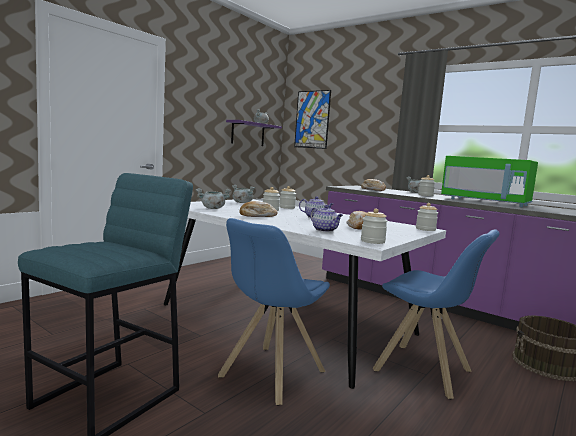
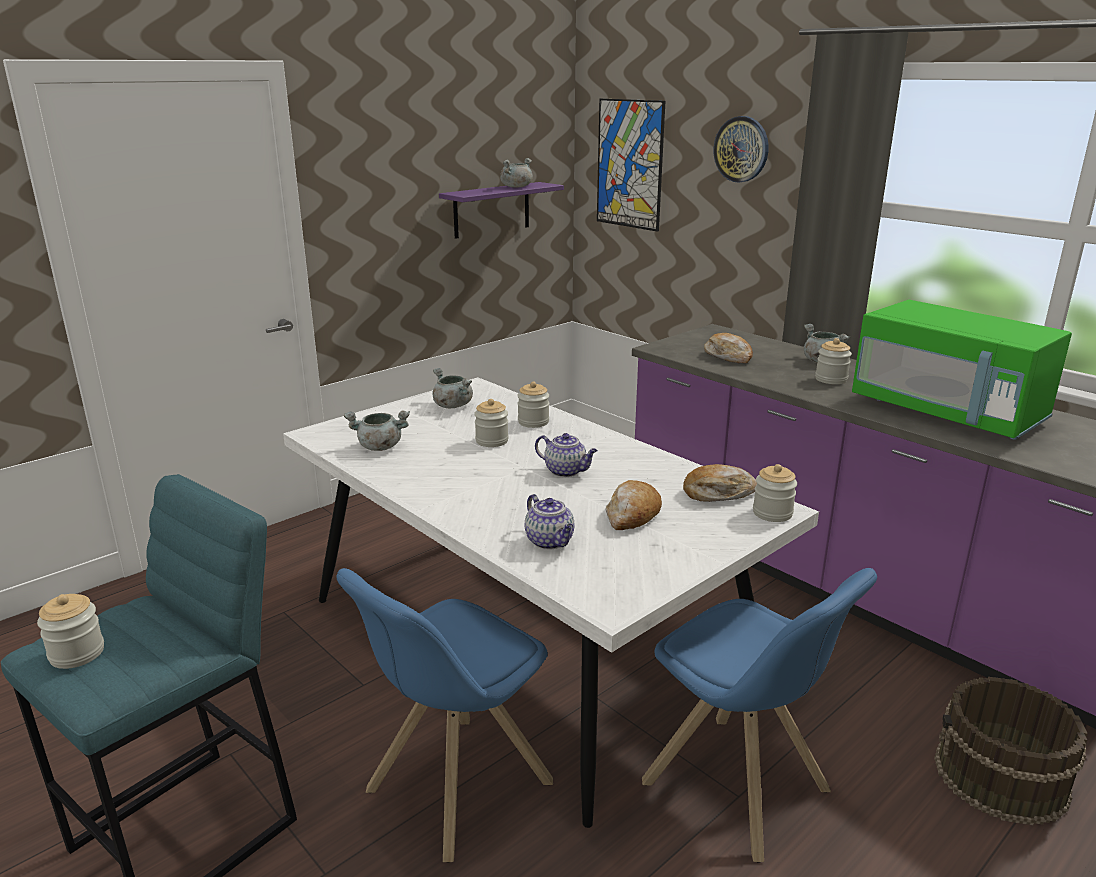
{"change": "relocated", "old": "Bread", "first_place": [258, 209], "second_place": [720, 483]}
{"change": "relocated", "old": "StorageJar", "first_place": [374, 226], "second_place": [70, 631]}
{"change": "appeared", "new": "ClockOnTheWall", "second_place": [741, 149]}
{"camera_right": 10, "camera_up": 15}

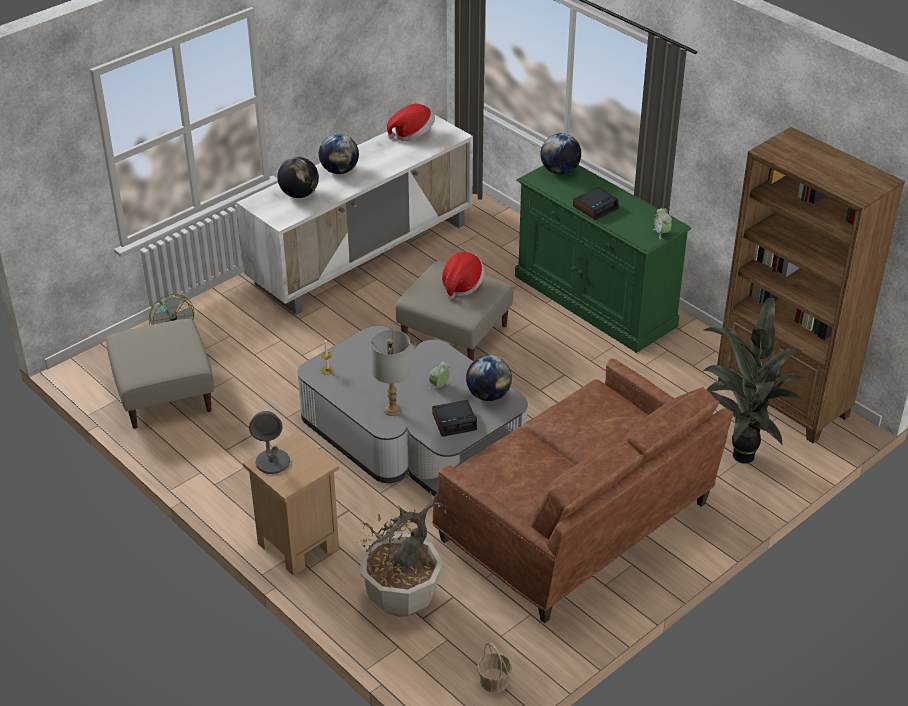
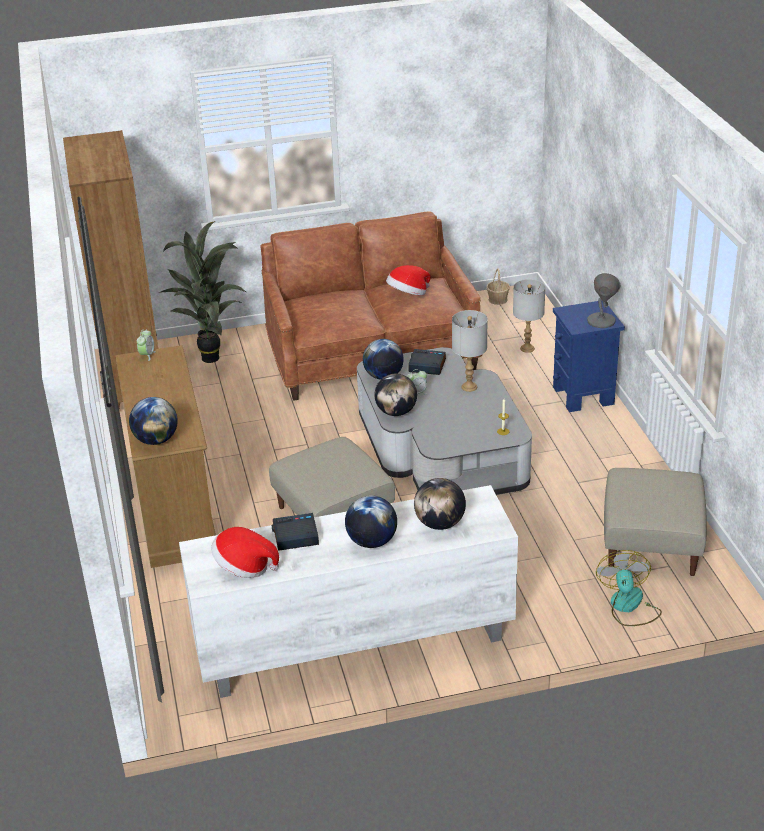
{"change": "colour", "old": "BeigeColouredBedsideTable", "new": "BlueBedsideTable", "first_place": [291, 504], "second_place": [589, 356]}
{"change": "exchanged", "old": "Houseplant", "new": "GrayTableLamp", "first_place": [403, 554], "second_place": [529, 316]}
{"change": "relocated", "old": "ClothingHat", "first_place": [463, 275], "second_place": [408, 280]}
{"change": "colour", "old": "GreenishCabinet", "new": "BrownColouredCabinet", "first_place": [603, 259], "second_place": [166, 456]}
{"change": "relocated", "old": "TableClock", "first_place": [596, 203], "second_place": [295, 532]}
{"change": "appeared", "new": "Globe", "second_place": [396, 395]}
{"camera_right": -150, "camera_up": -5}

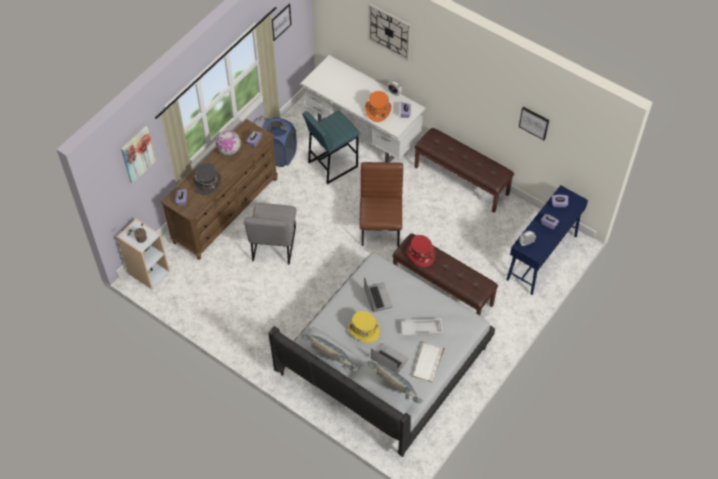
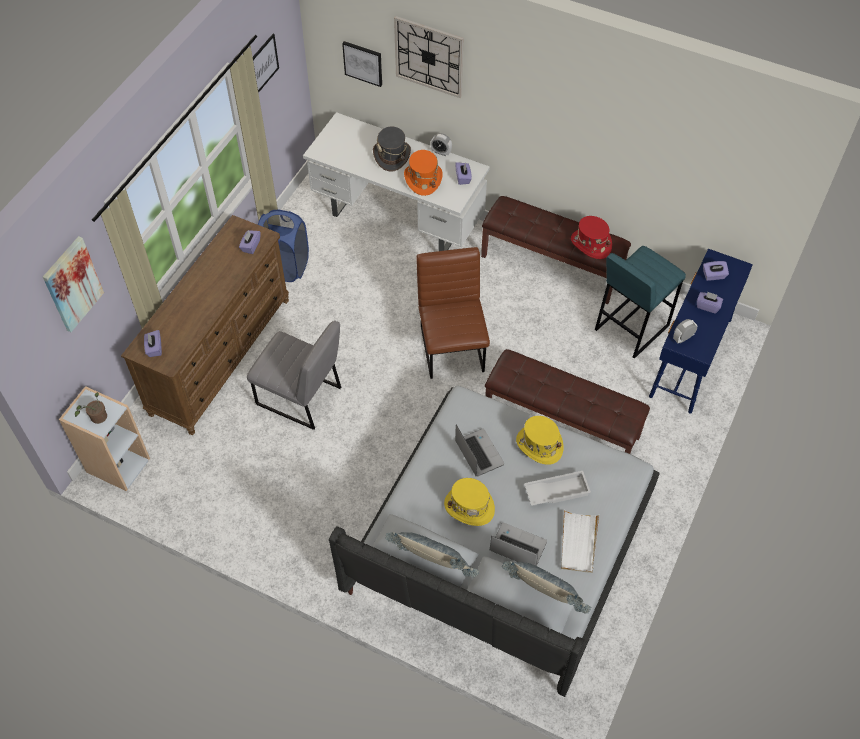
{"change": "relocated", "old": "GrayClothingHat", "first_place": [207, 179], "second_place": [392, 149]}
{"change": "missing", "old": "Globe", "first_place": [228, 142]}
{"change": "spun", "old": "GrayChair", "first_place": [270, 234], "second_place": [294, 375], "degrees": -60}
{"change": "relocated", "old": "TurquoiseStoolSeat", "first_place": [330, 147], "second_place": [640, 302]}
{"change": "relocated", "old": "ReddishClothingHat", "first_place": [420, 251], "second_place": [591, 237]}
{"change": "relocated", "old": "WallArt", "first_place": [534, 123], "second_place": [362, 64]}
{"change": "appeared", "new": "YellowColouredClothingHat", "second_place": [540, 440]}
{"camera_right": -10, "camera_up": 0}

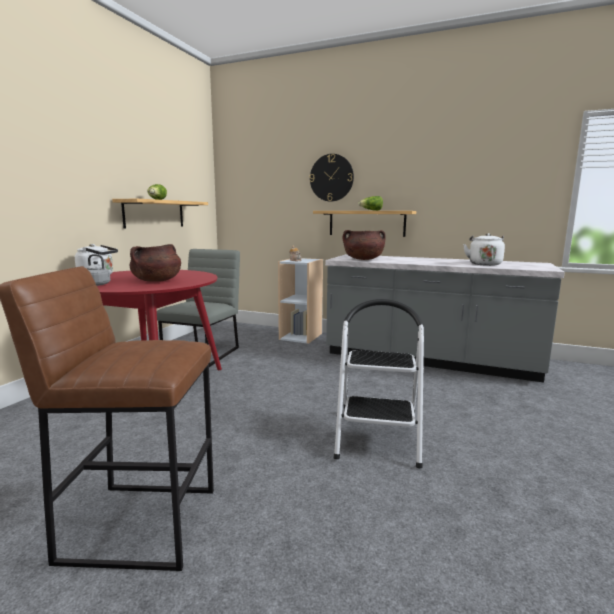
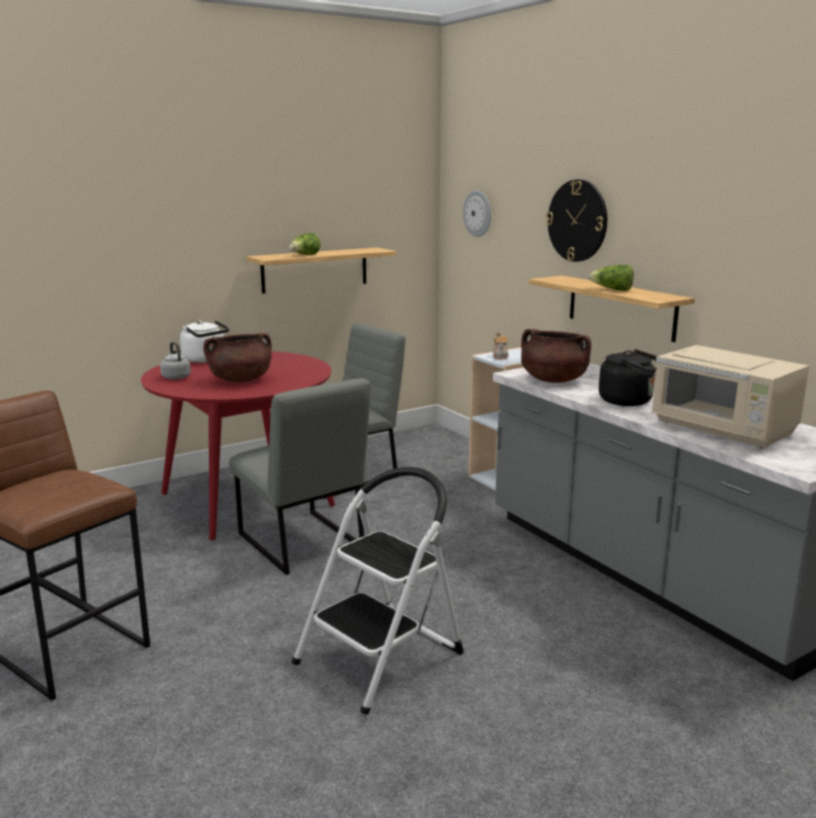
{"change": "exchanged", "old": "WhiteColouredTeaKettle", "new": "BeigeColouredMicrowaveOven", "first_place": [484, 249], "second_place": [730, 397]}
{"change": "appeared", "new": "GrayChair", "second_place": [300, 476]}
{"change": "appeared", "new": "ClockOnTheWall", "second_place": [477, 213]}
{"change": "appeared", "new": "BlackishTeaKettle", "second_place": [628, 377]}
{"camera_right": 35, "camera_up": 5}

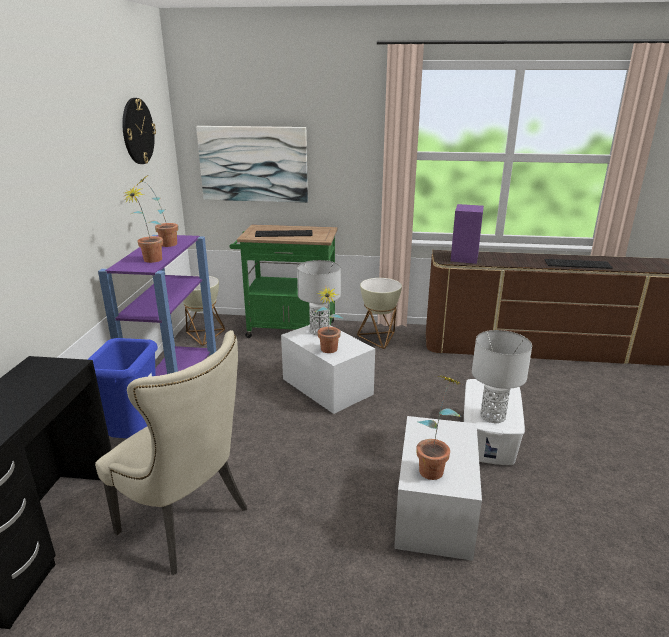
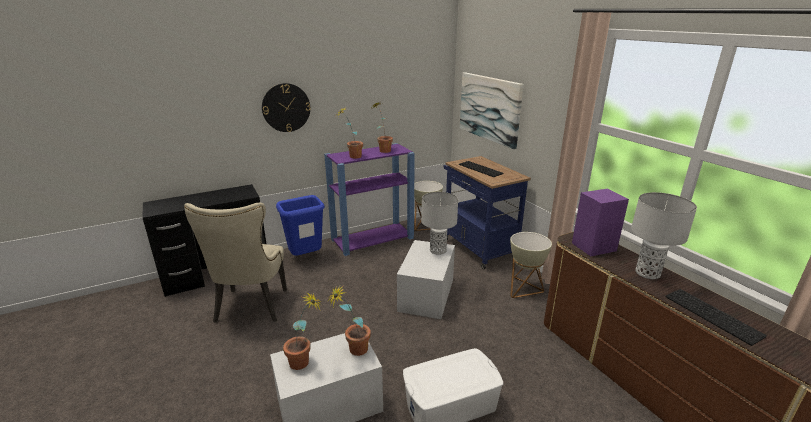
{"change": "relocated", "old": "ClockOnTheWall", "first_place": [139, 131], "second_place": [286, 107]}
{"change": "colour", "old": "GreenishTrolley", "new": "BlueTrolley", "first_place": [283, 281], "second_place": [487, 212]}
{"change": "relocated", "old": "Houseplant", "first_place": [329, 319], "second_place": [349, 320]}
{"change": "relocated", "old": "WhiteColouredTableLamp", "first_place": [502, 376], "second_place": [664, 235]}
{"camera_right": 55, "camera_up": 0}

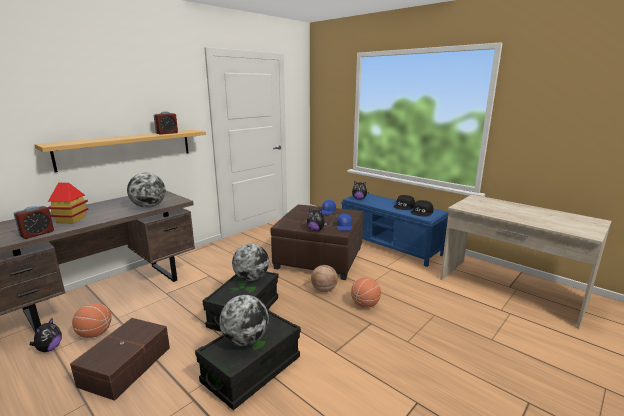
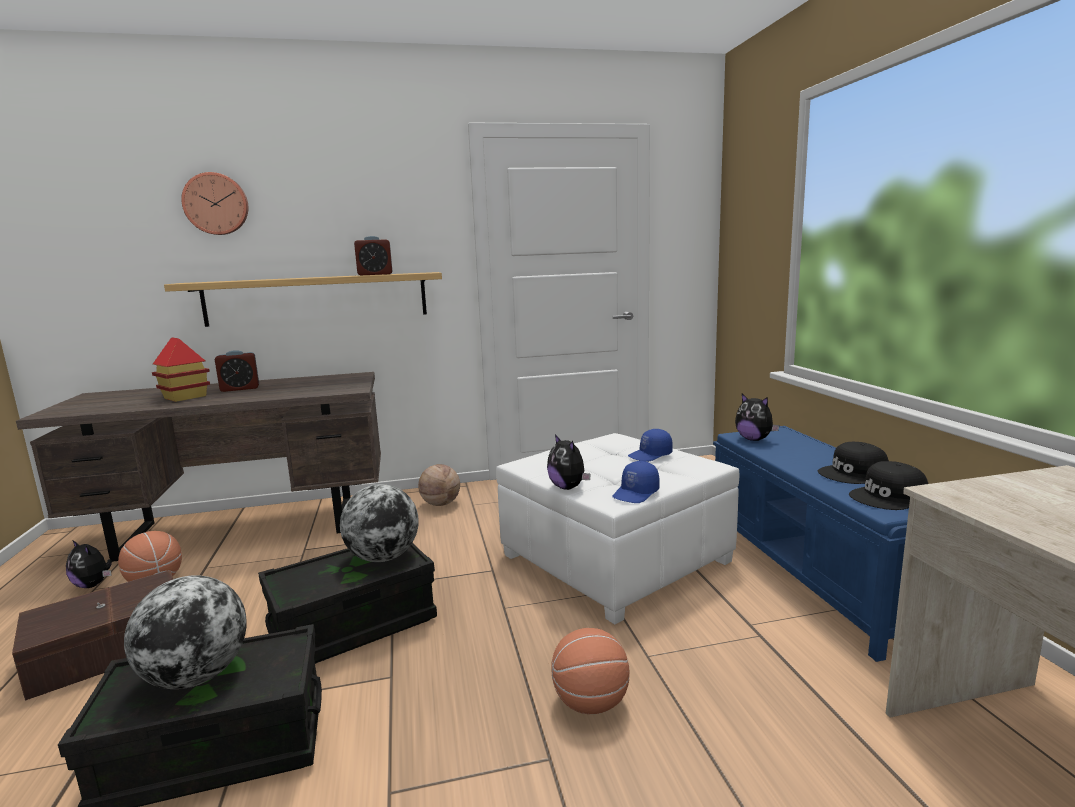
{"change": "relocated", "old": "TableClock", "first_place": [34, 222], "second_place": [237, 371]}
{"change": "spun", "old": "SoftToy", "first_place": [46, 335], "second_place": [89, 564], "degrees": 75}
{"change": "missing", "old": "Globe", "first_place": [146, 190]}
{"change": "colour", "old": "BrownColouredFootrest", "new": "WhiteColouredFootrest", "first_place": [317, 242], "second_place": [617, 528]}
{"change": "relocated", "old": "BallForBasketball", "first_place": [324, 278], "second_place": [439, 485]}
{"change": "appeared", "new": "ClockOnTheWall", "second_place": [214, 203]}
{"camera_right": 35, "camera_up": -5}

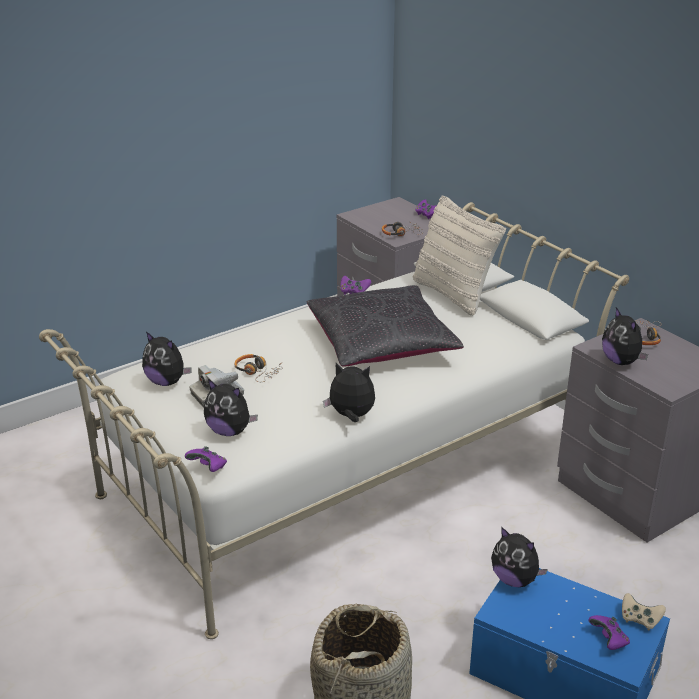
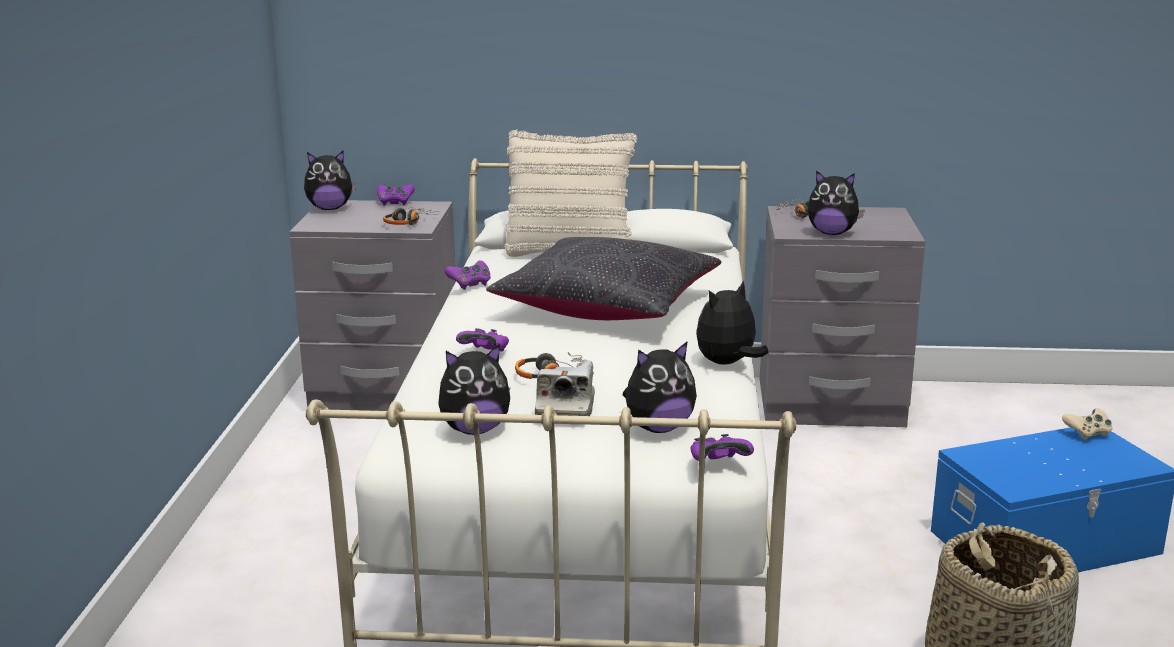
{"change": "relocated", "old": "SoftToy", "first_place": [519, 557], "second_place": [330, 180]}
{"change": "relocated", "old": "PurplishGameController", "first_place": [609, 632], "second_place": [482, 339]}
{"camera_right": -50, "camera_up": -10}

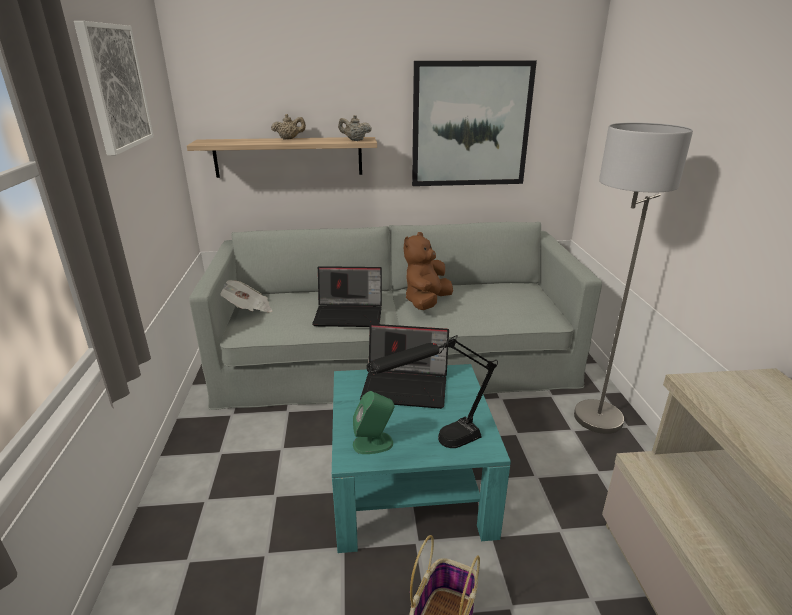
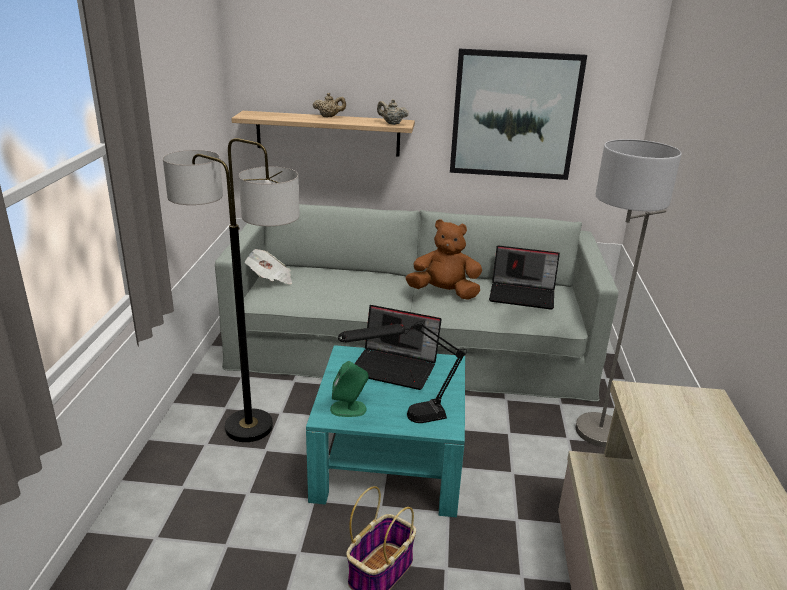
{"change": "missing", "old": "WallArt", "first_place": [114, 88]}
{"change": "relocated", "old": "Laptop", "first_place": [347, 296], "second_place": [524, 277]}
{"change": "spun", "old": "BrownColouredSoftToy", "first_place": [428, 271], "second_place": [444, 259], "degrees": 60}
{"change": "appeared", "new": "StandardLamp", "second_place": [231, 290]}
{"camera_right": 10, "camera_up": 0}

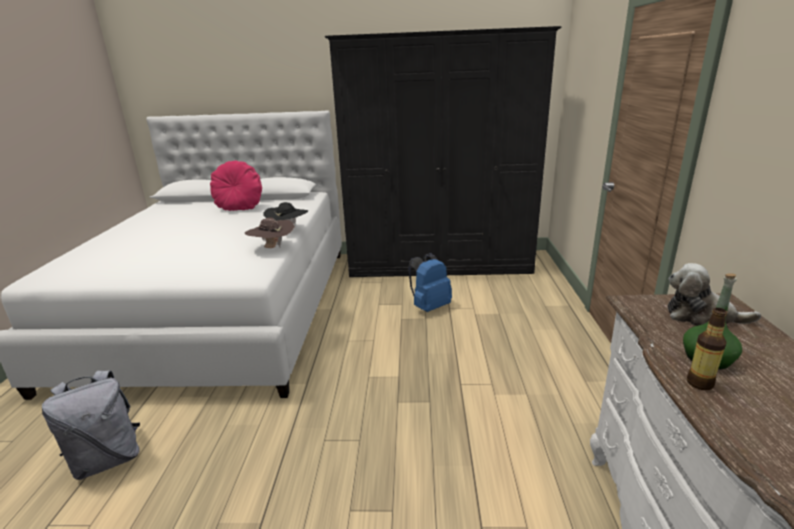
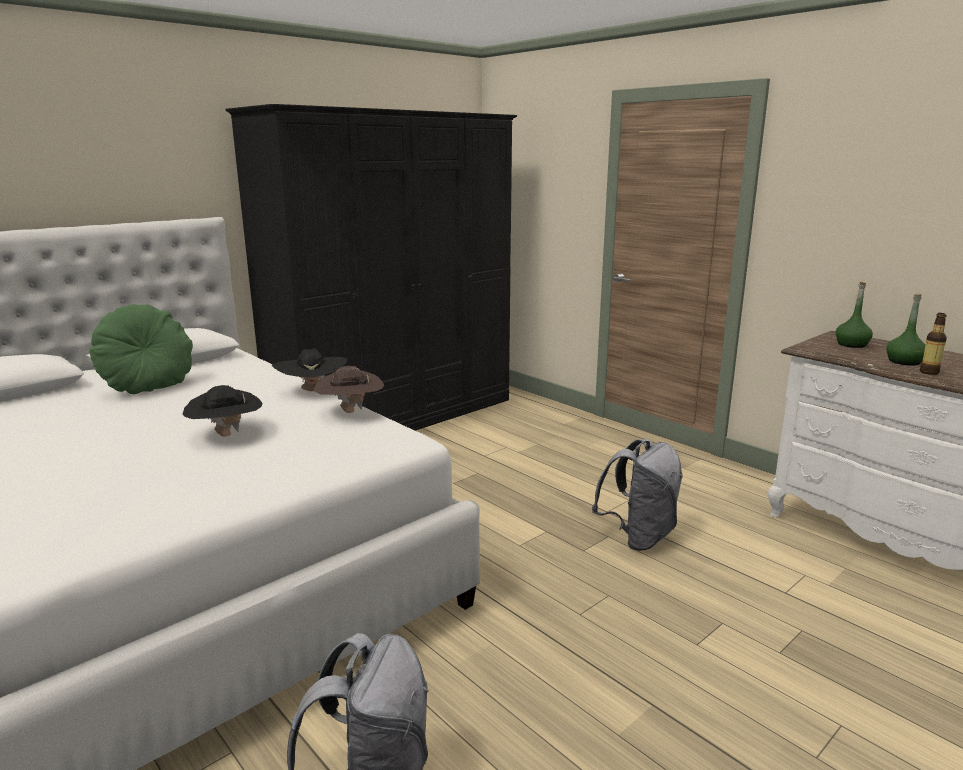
{"change": "colour", "old": "PinkishCushion", "new": "GreenishCushion", "first_place": [236, 186], "second_place": [141, 349]}
{"change": "missing", "old": "BlueKnapsack", "first_place": [430, 282]}
{"change": "exchanged", "old": "SoftToy", "new": "GreenishBottle", "first_place": [714, 294], "second_place": [854, 315]}
{"change": "appeared", "new": "BlackishClothingHat", "second_place": [223, 411]}
{"change": "appeared", "new": "GrayKnapsack", "second_place": [637, 495]}
{"camera_right": -45, "camera_up": -5}

